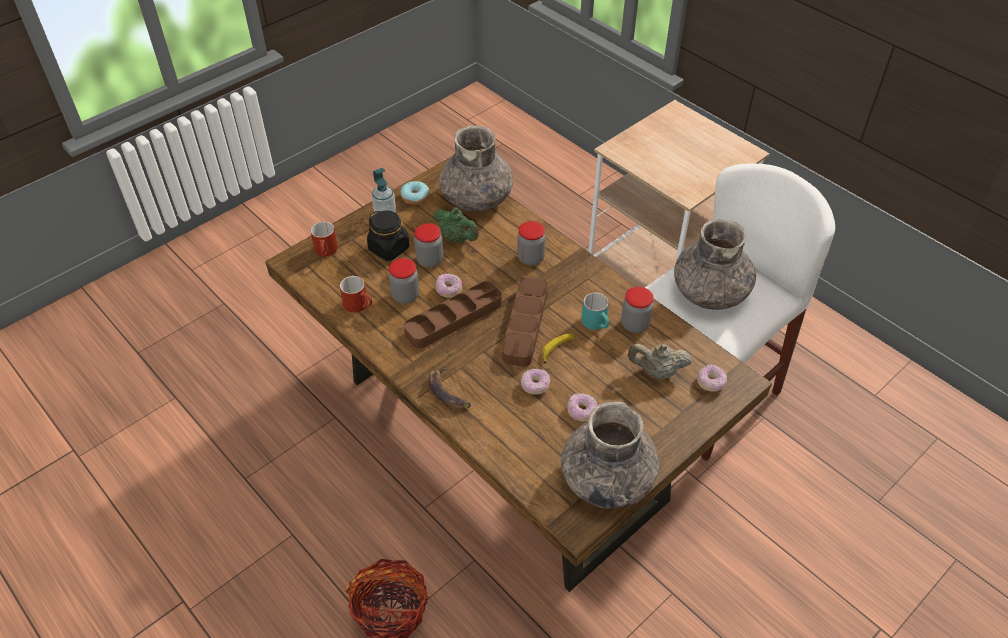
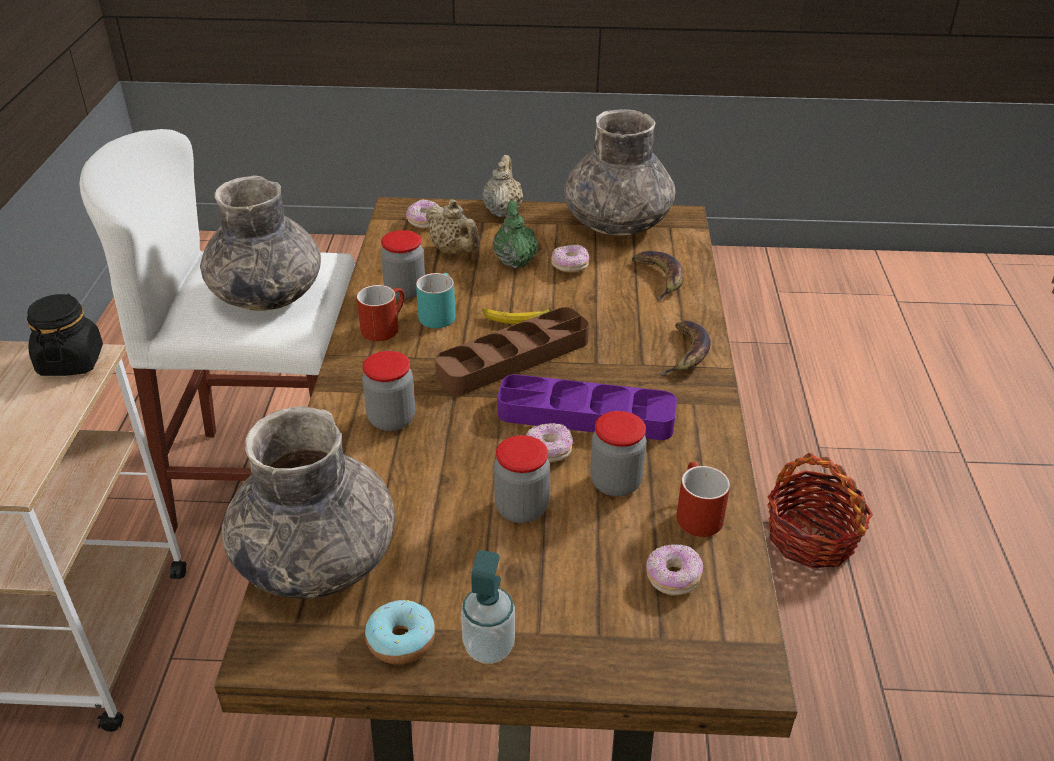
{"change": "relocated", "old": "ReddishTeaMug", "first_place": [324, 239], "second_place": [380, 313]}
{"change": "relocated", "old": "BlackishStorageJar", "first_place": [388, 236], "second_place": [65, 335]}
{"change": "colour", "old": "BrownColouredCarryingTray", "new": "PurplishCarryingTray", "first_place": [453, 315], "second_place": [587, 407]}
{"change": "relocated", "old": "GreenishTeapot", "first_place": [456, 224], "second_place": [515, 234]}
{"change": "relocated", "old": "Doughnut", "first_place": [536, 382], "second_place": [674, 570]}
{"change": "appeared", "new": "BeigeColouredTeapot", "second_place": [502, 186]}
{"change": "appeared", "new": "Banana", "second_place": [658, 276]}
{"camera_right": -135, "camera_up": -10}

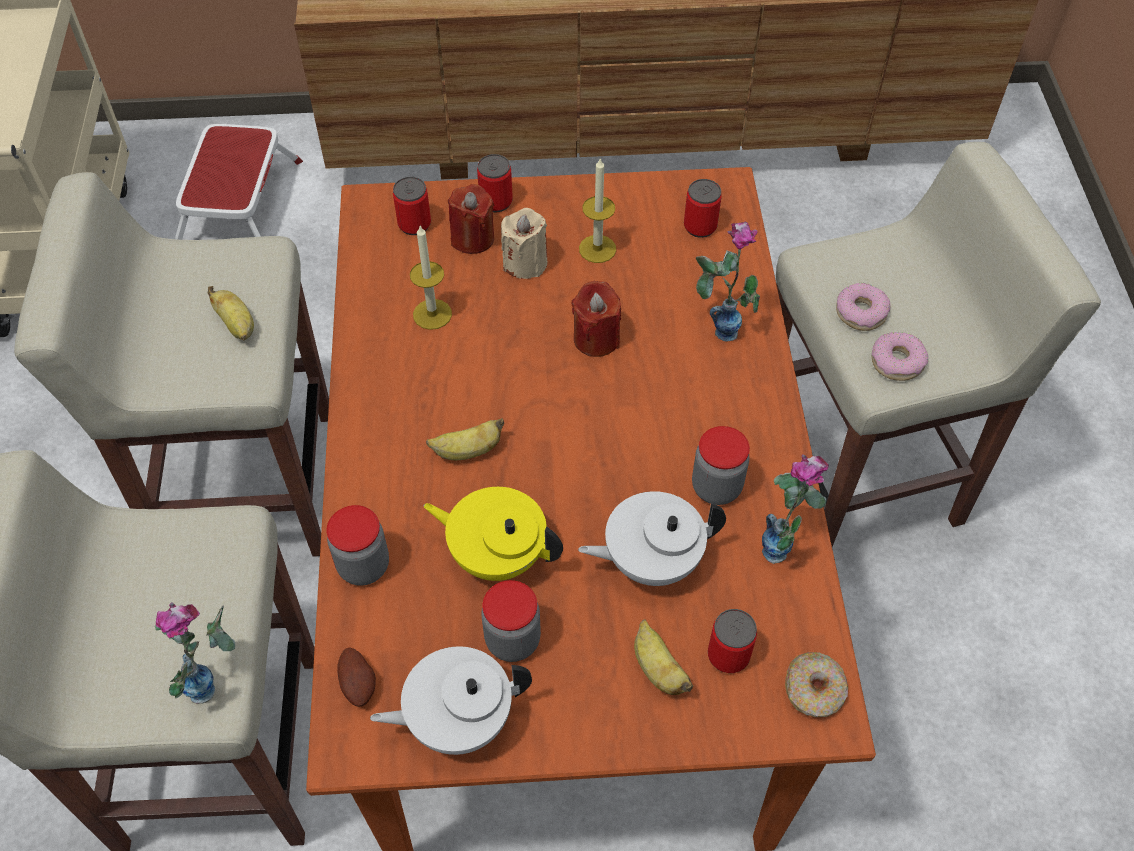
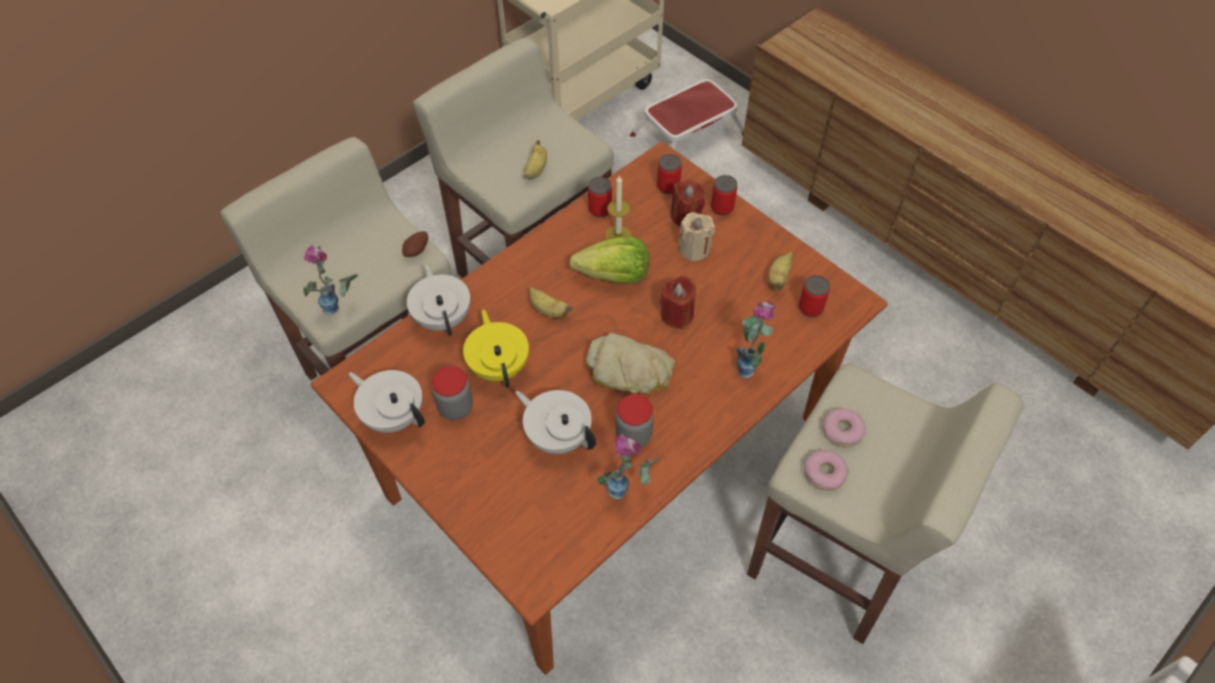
{"change": "exchanged", "old": "StorageJar", "new": "WhiteColouredTeapot", "first_place": [357, 545], "second_place": [438, 299]}
{"change": "relocated", "old": "Potato", "first_place": [356, 677], "second_place": [415, 244]}
{"change": "missing", "old": "WaxLight", "first_place": [597, 210]}
{"change": "relocated", "old": "Banana", "first_place": [663, 657], "second_place": [780, 271]}
{"change": "relocated", "old": "SealedCan", "first_place": [732, 641], "second_place": [600, 197]}
{"change": "missing", "old": "Doughnut", "first_place": [816, 684]}
{"change": "appeared", "new": "Lettuce", "second_place": [609, 260]}
{"change": "appeared", "new": "Bread", "second_place": [630, 363]}
{"camera_right": 50, "camera_up": 0}

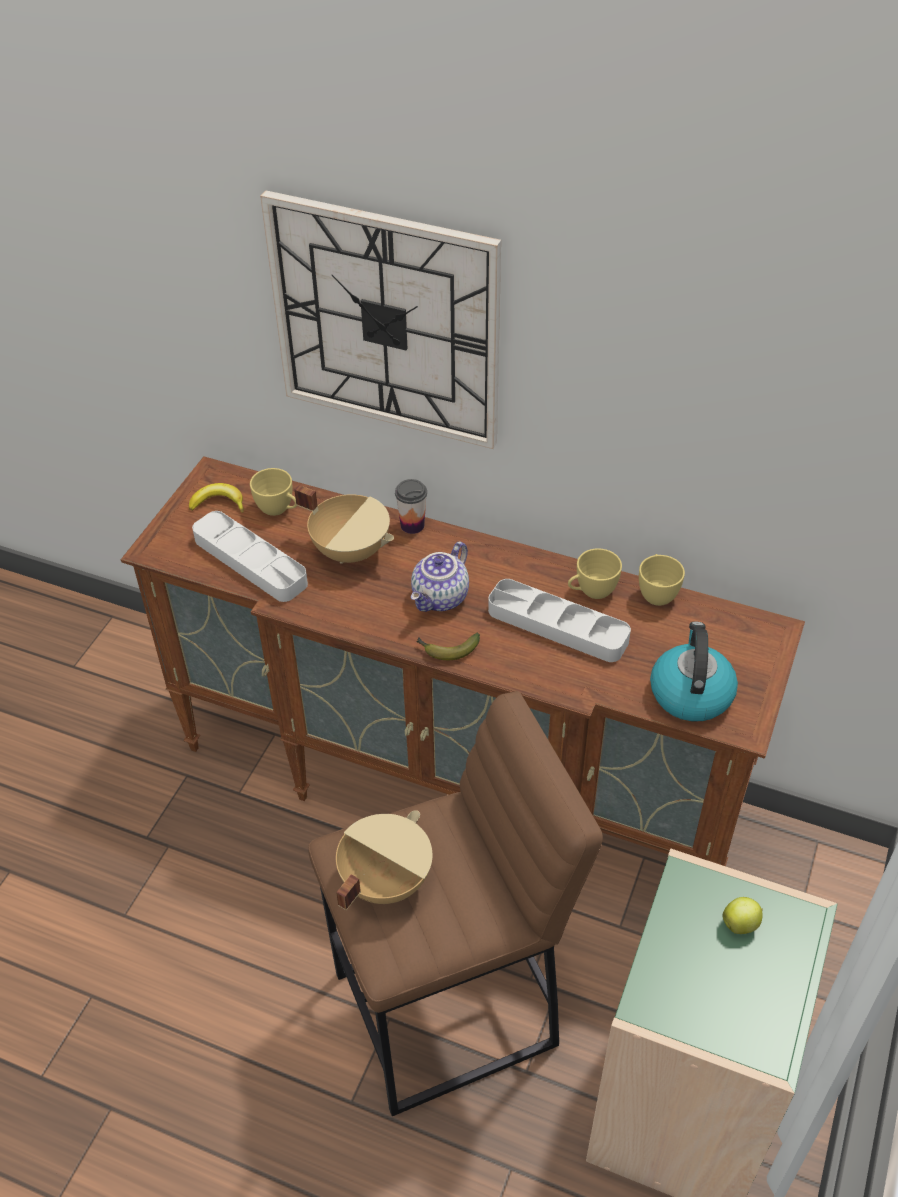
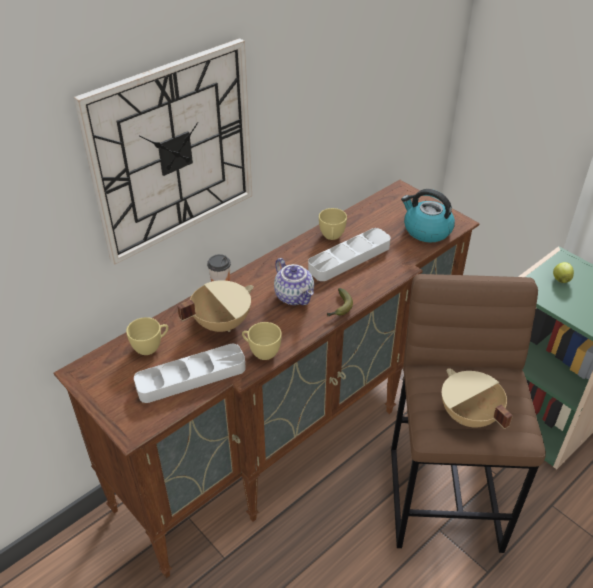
{"change": "missing", "old": "Banana", "first_place": [216, 497]}
{"change": "relocated", "old": "YellowColouredDrinkingCup", "first_place": [662, 580], "second_place": [262, 341]}
{"camera_right": -65, "camera_up": -5}

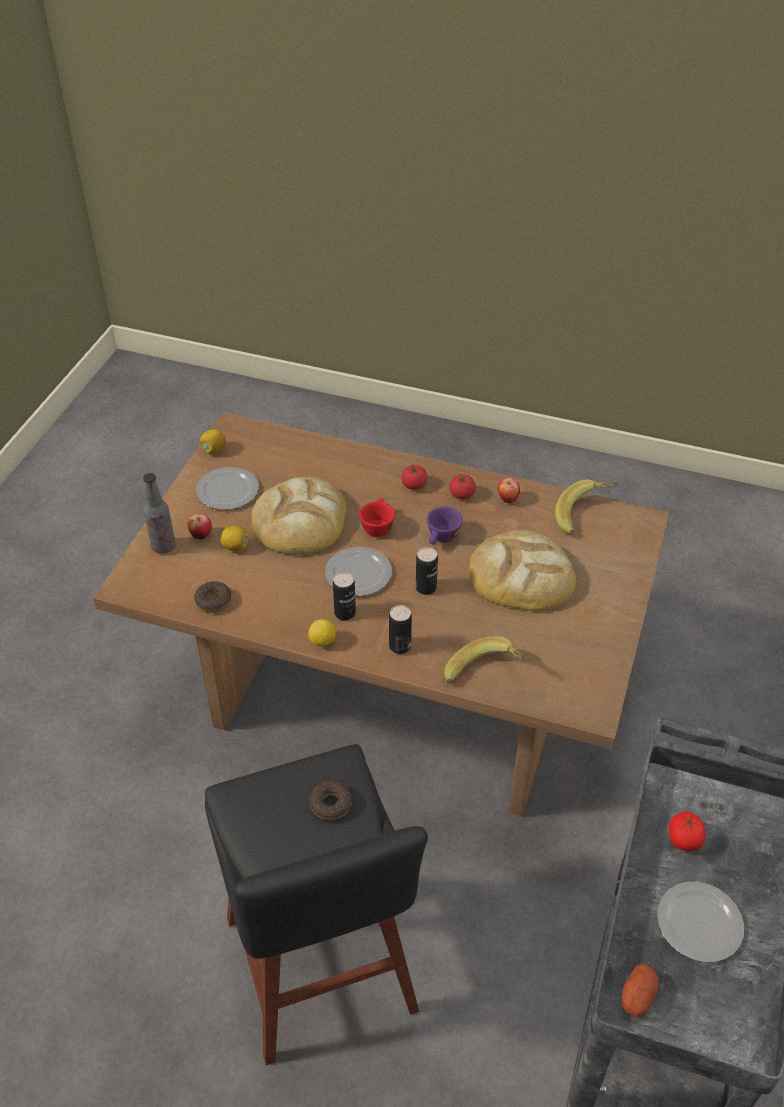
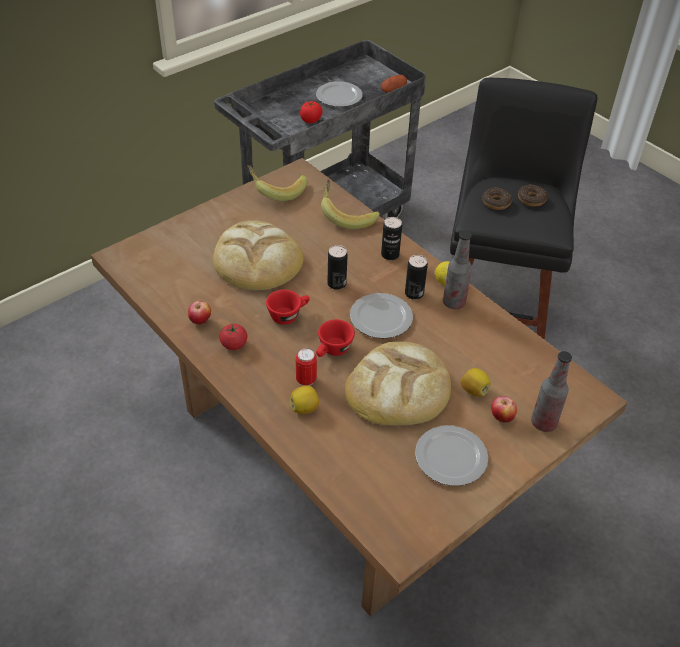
{"change": "relocated", "old": "Doughnut", "first_place": [213, 597], "second_place": [532, 195]}
{"change": "relocated", "old": "CitrusFruit", "first_place": [213, 441], "second_place": [304, 399]}
{"change": "missing", "old": "FreshTomato", "first_place": [414, 477]}
{"change": "colour", "old": "PurplishDrinkingCup", "new": "ReddishDrinkingCup", "first_place": [445, 525], "second_place": [288, 307]}
{"change": "relocated", "old": "Banana", "first_place": [586, 507], "second_place": [277, 183]}
{"change": "appeared", "new": "SealedCan", "second_place": [306, 367]}
{"change": "appeared", "new": "Bottle", "second_place": [457, 270]}
{"camera_right": -150, "camera_up": 0}

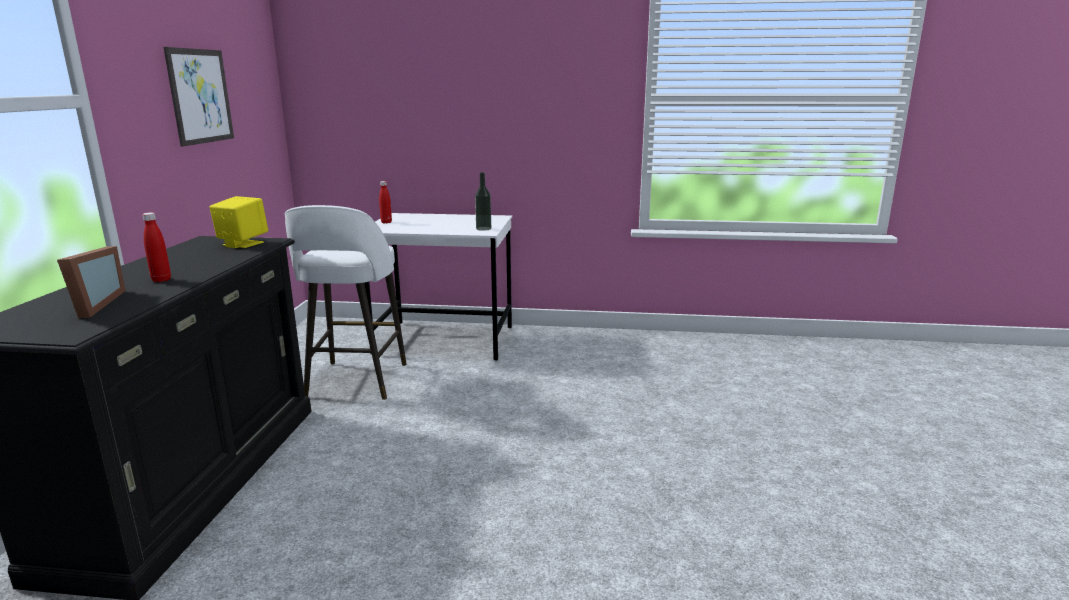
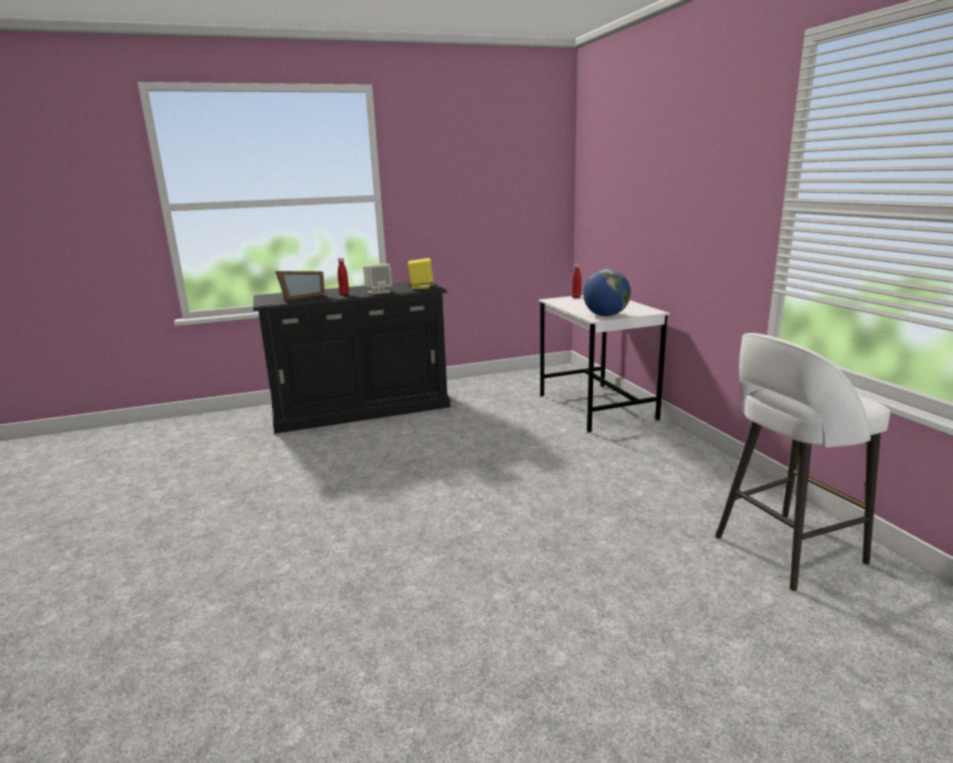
{"change": "missing", "old": "WallArt", "first_place": [198, 97]}
{"change": "relocated", "old": "WhiteColouredStoolSeat", "first_place": [345, 302], "second_place": [802, 462]}
{"change": "exchanged", "old": "Bottle", "new": "Globe", "first_place": [483, 201], "second_place": [607, 292]}
{"change": "appeared", "new": "BeigeColouredAudioSpeaker", "second_place": [377, 279]}
{"camera_right": 65, "camera_up": 0}

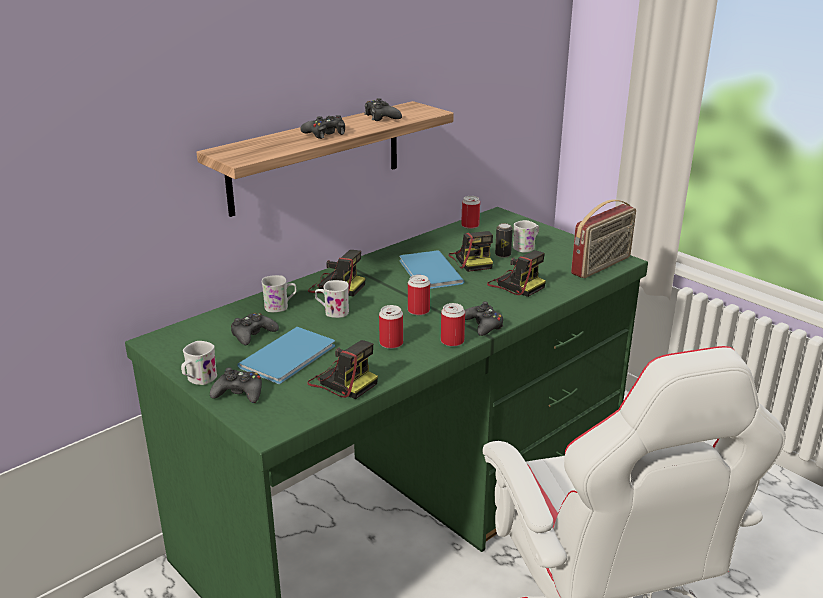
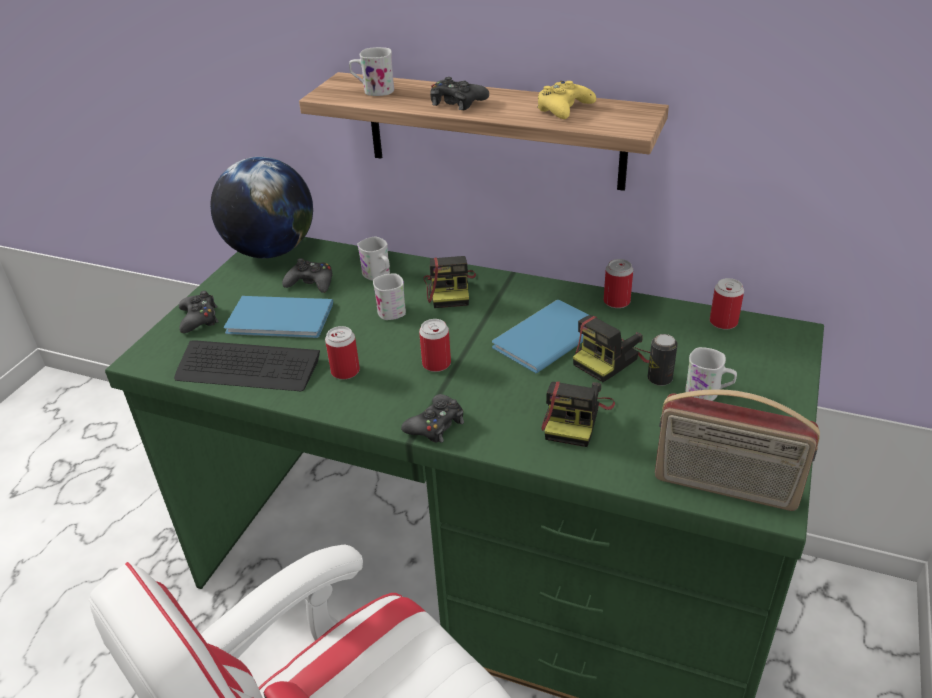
{"change": "relocated", "old": "WhiteColouredTeaMug", "first_place": [199, 363], "second_place": [371, 71]}
{"change": "exchanged", "old": "StillCamera", "new": "ComputerKeyboard", "first_place": [342, 369], "second_place": [247, 365]}
{"change": "colour", "old": "BlackishGameController", "new": "YellowColouredGameController", "first_place": [383, 109], "second_place": [566, 100]}
{"change": "relocated", "old": "SealedCan", "first_place": [453, 325], "second_place": [618, 283]}
{"change": "appeared", "new": "Globe", "second_place": [261, 207]}
{"camera_right": 65, "camera_up": 10}

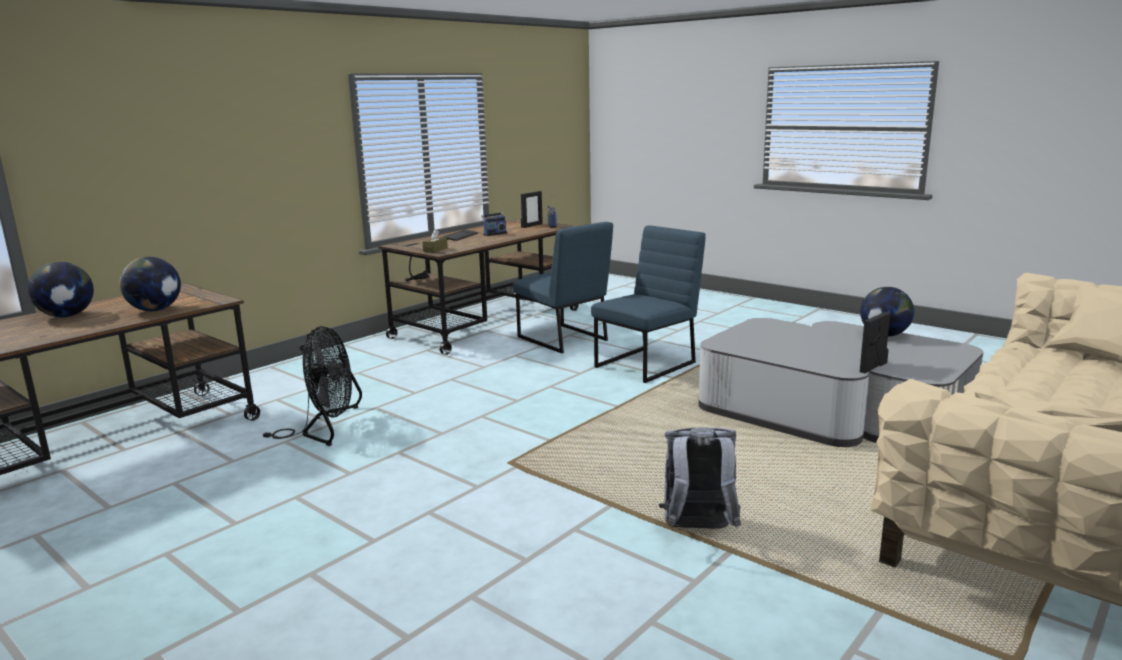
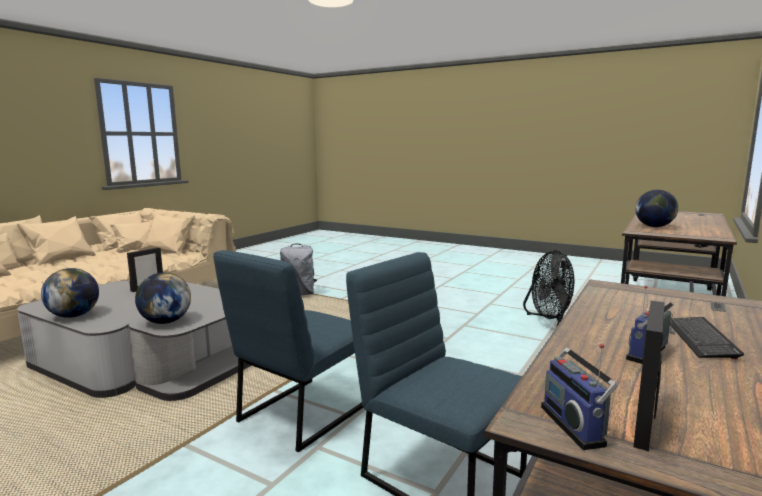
{"change": "relocated", "old": "Globe", "first_place": [61, 289], "second_place": [163, 298]}
{"change": "missing", "old": "BrownColouredBoxOfTissues", "first_place": [435, 241]}
{"camera_right": 170, "camera_up": -5}

